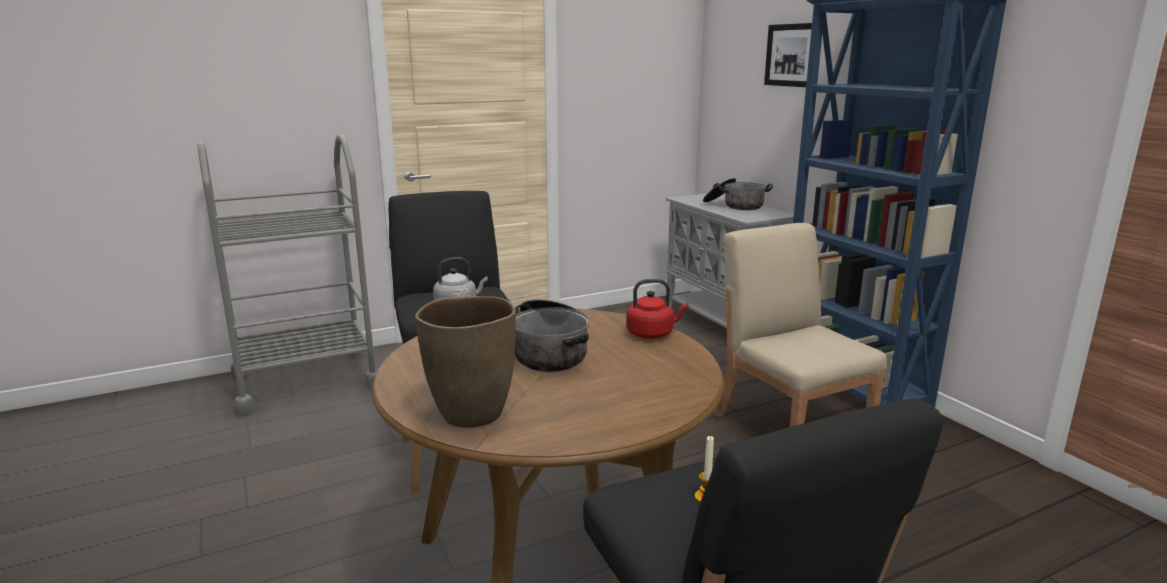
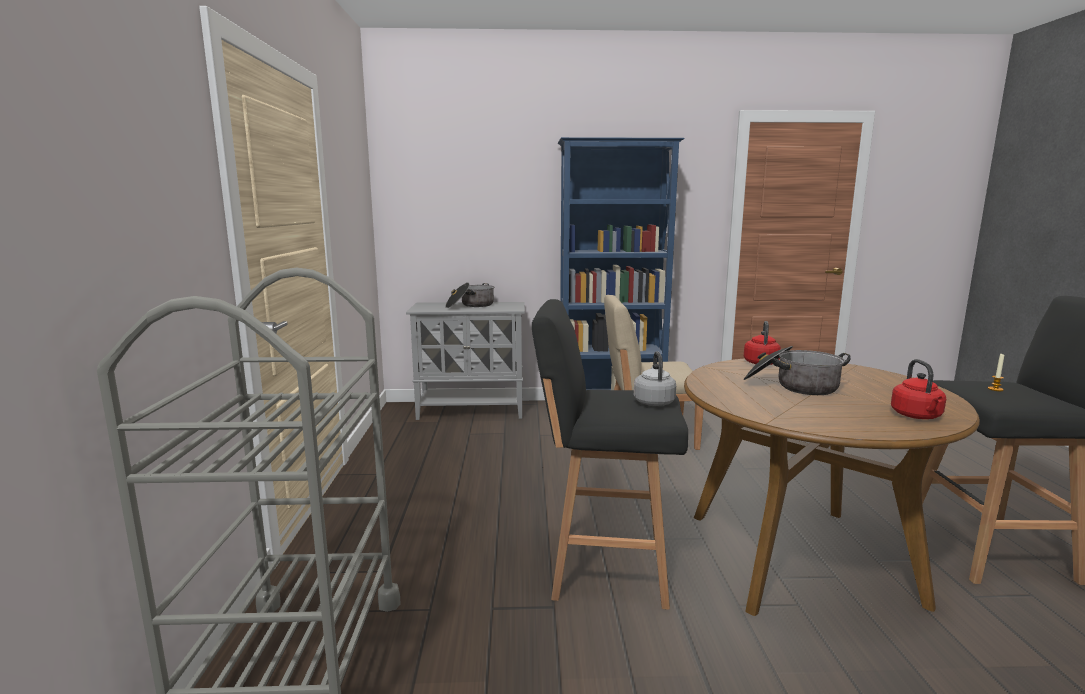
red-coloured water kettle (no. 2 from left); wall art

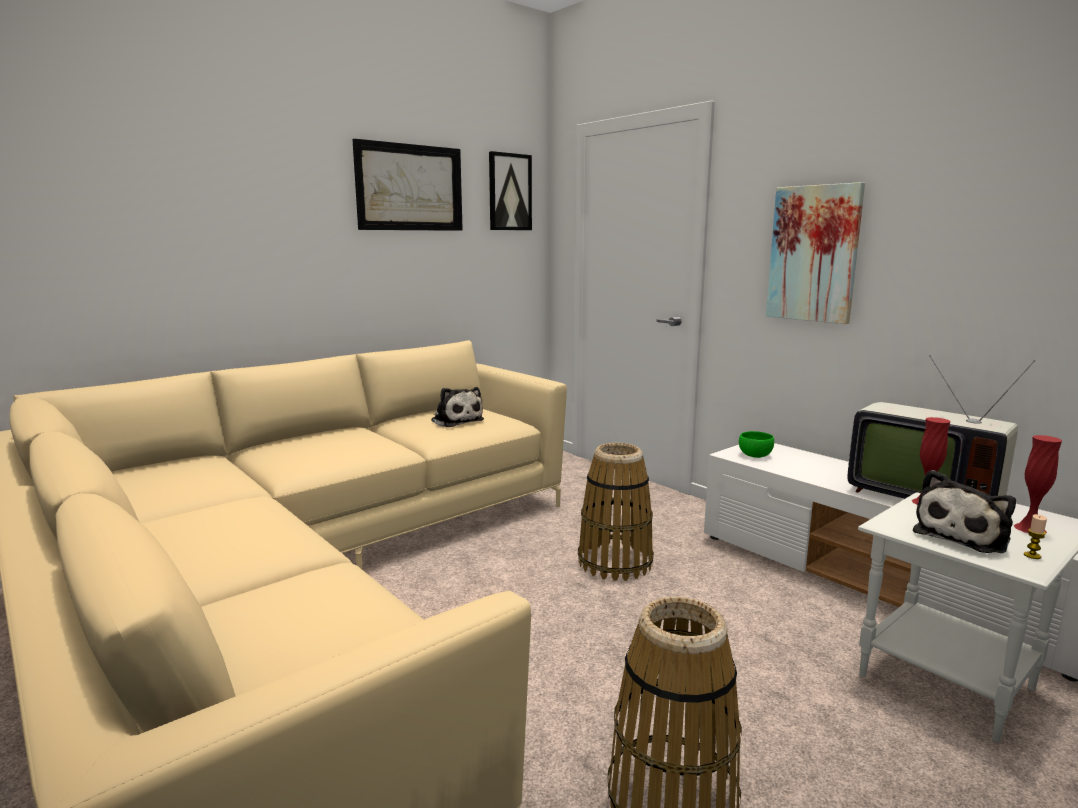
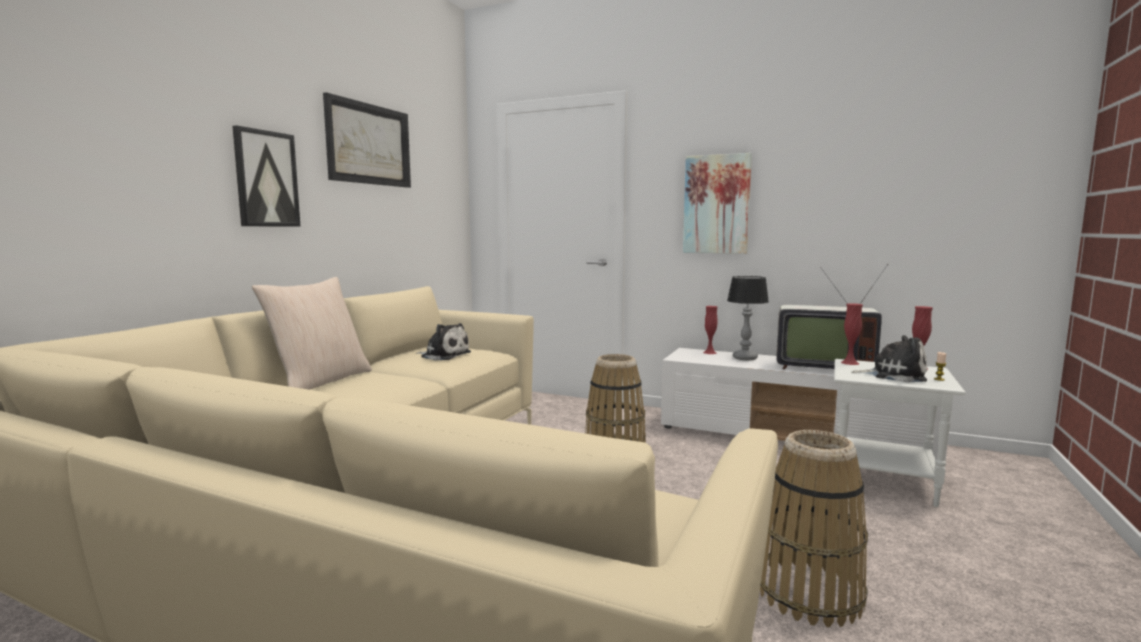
wall art (no. 1 from left); sand-coloured pillow; red-coloured decorative vase (no. 1 from left); lamp for a table; cuddly toy (no. 2 from left); green-coloured serving bowl

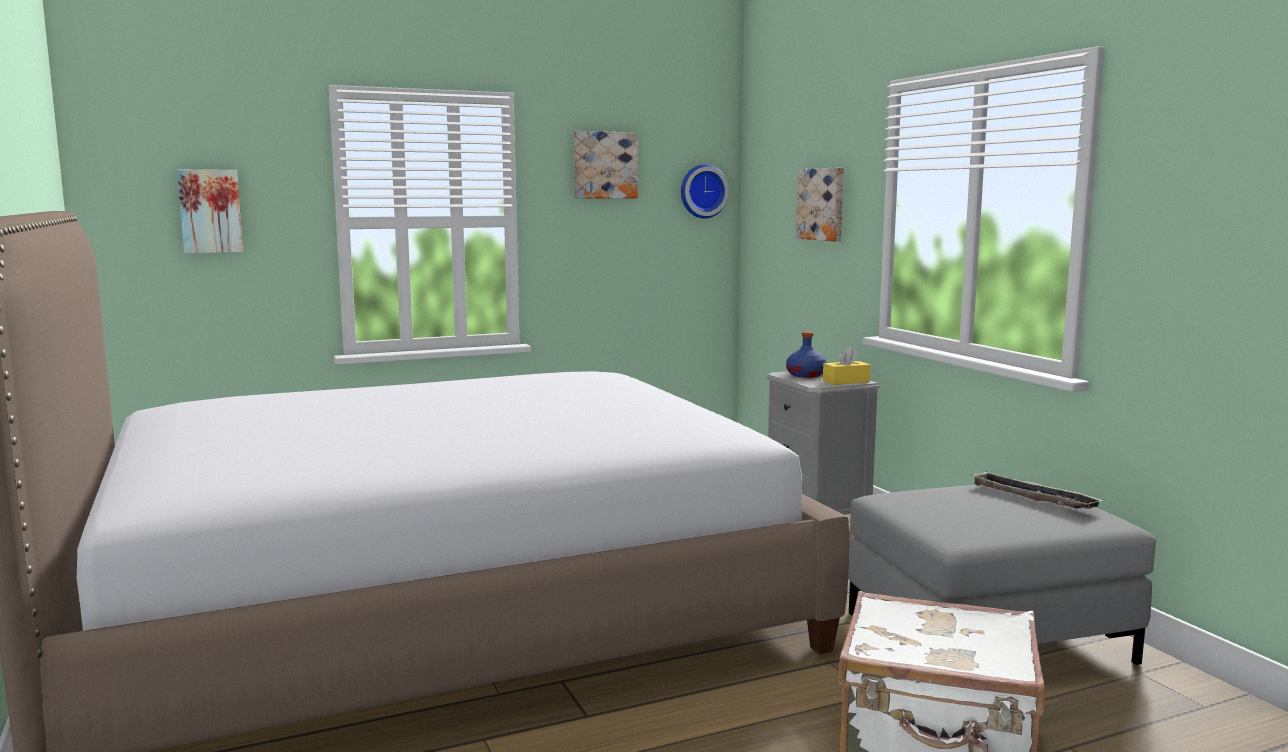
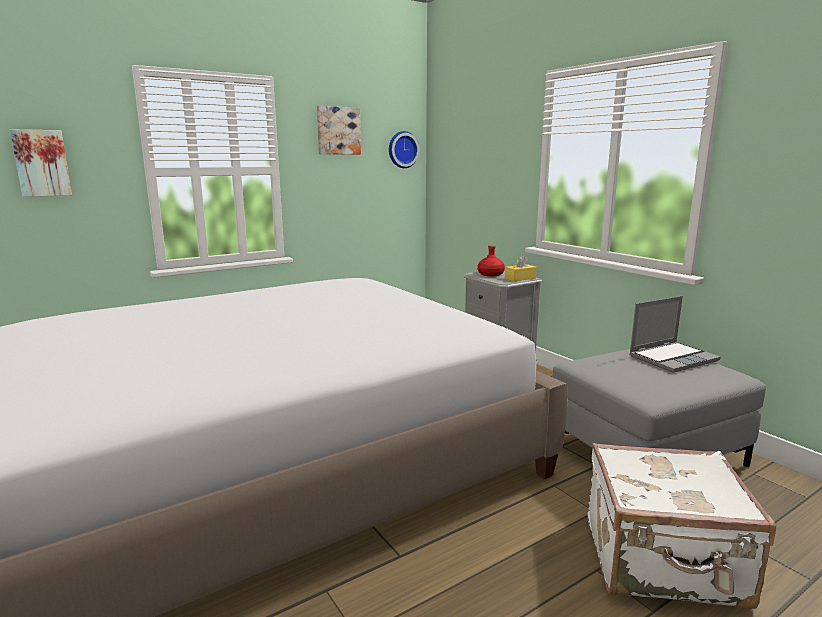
red-coloured beverage bottle; portable computer; wall art (no. 3 from left in the first image)

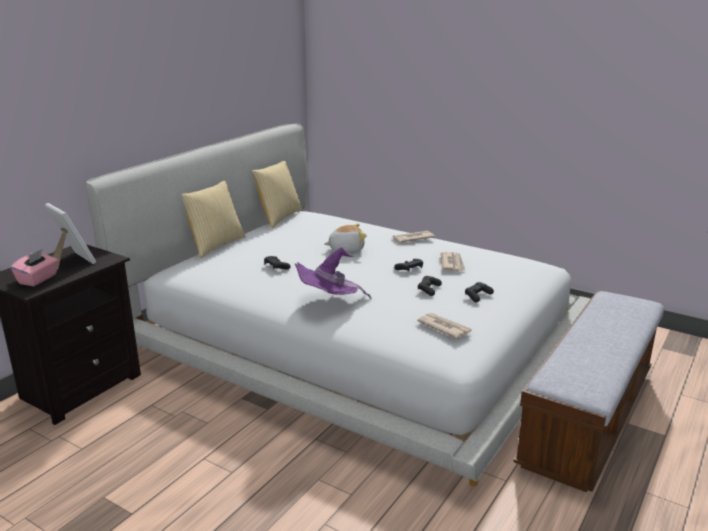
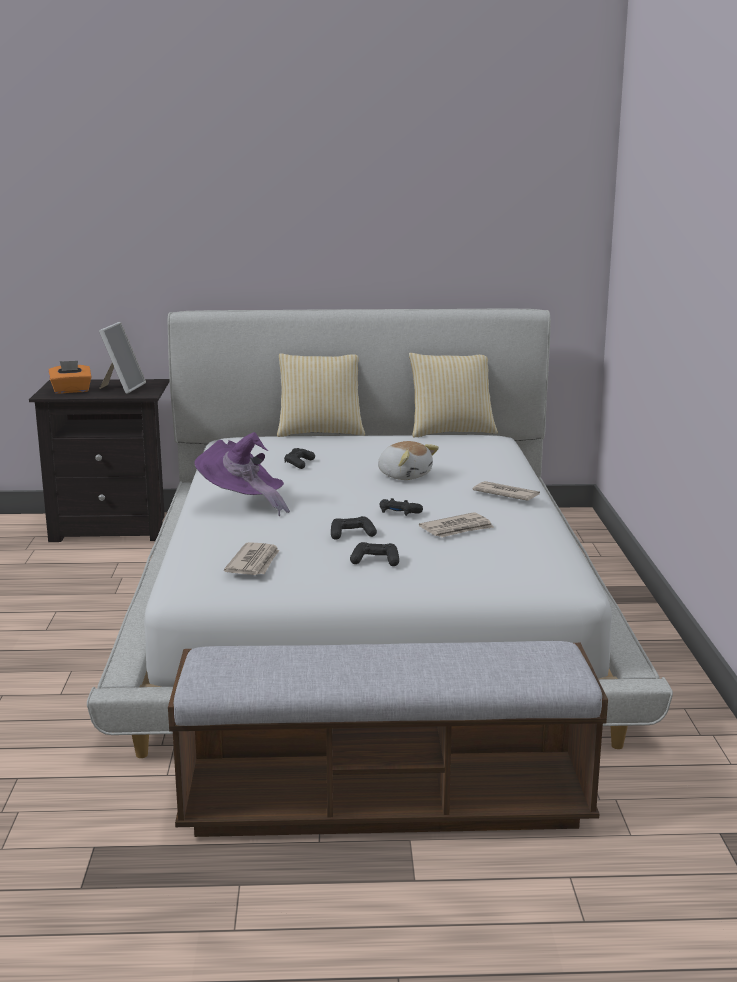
orange box of tissues

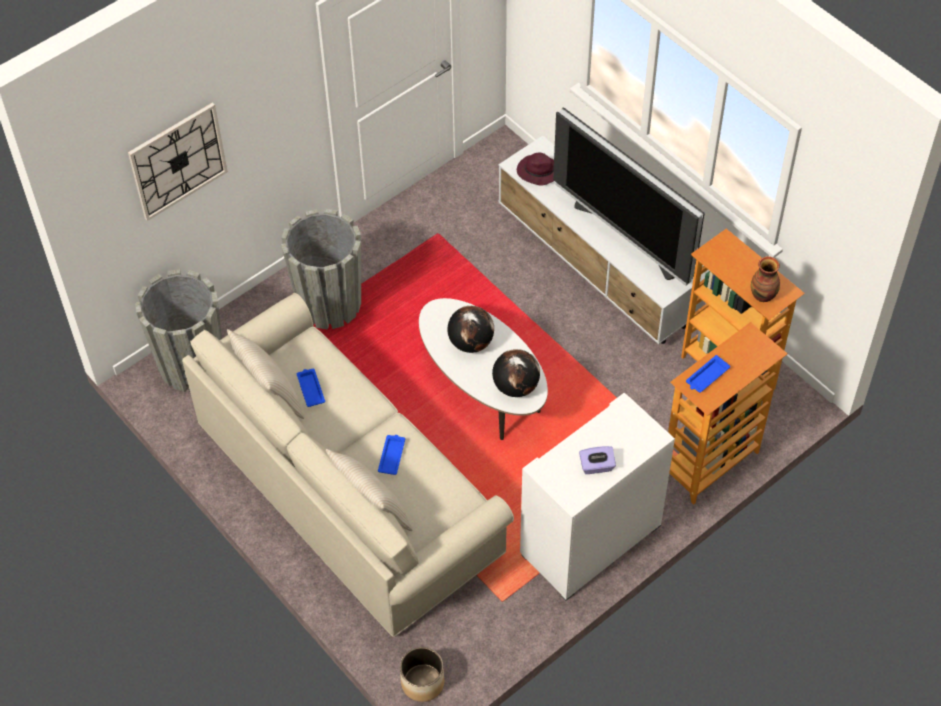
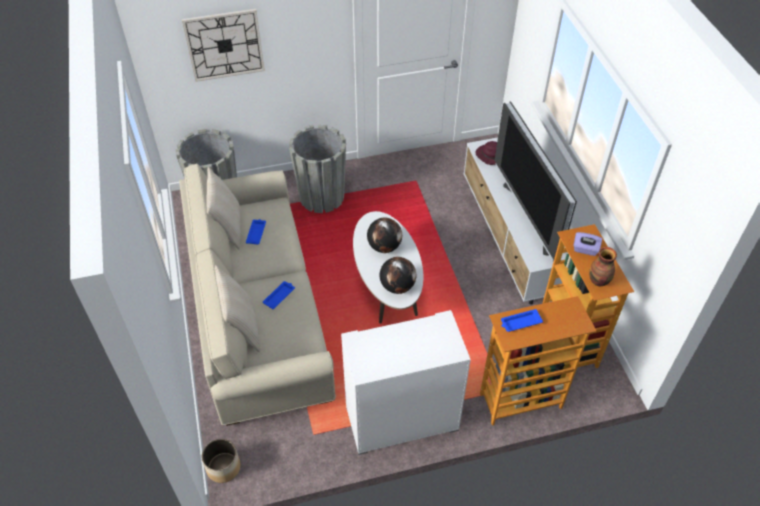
purple box of tissues

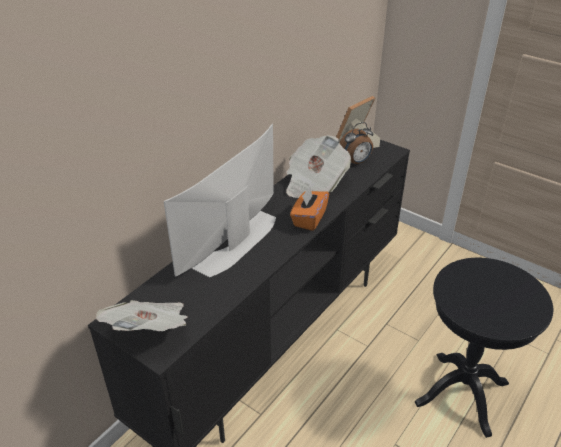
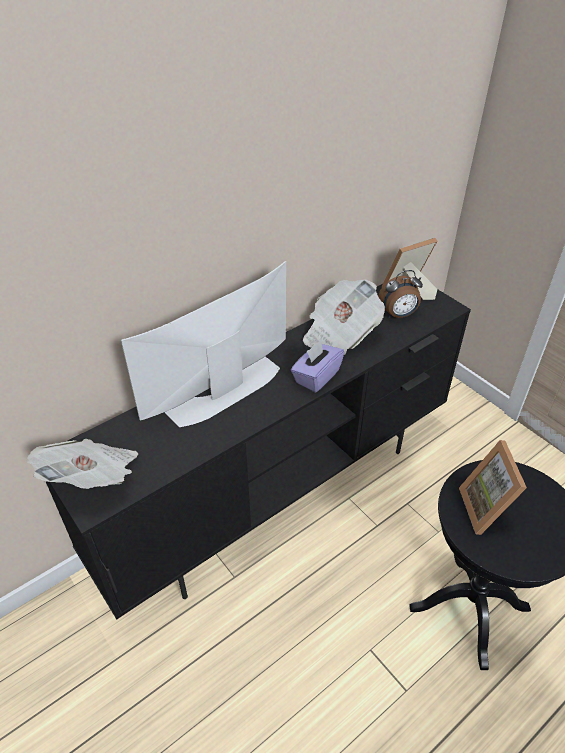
purple box of tissues; standing frame (no. 2 from left)

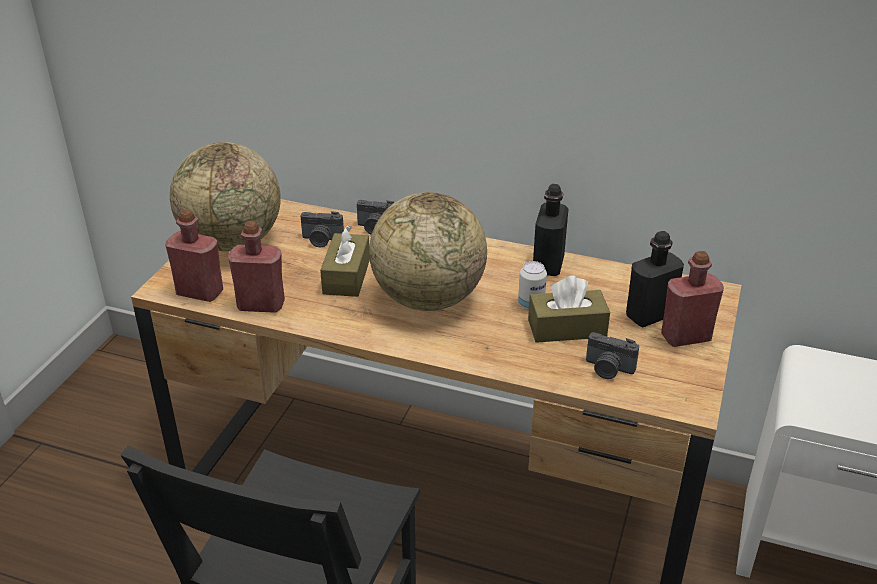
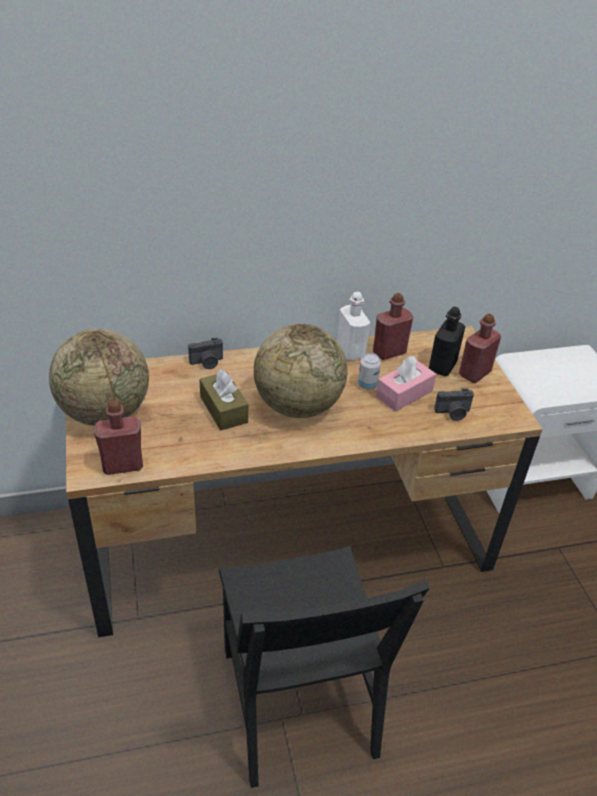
white beverage bottle; red-coloured beverage bottle (no. 2 from left); pink-coloured box of tissues; still camera (no. 1 from left in the first image)

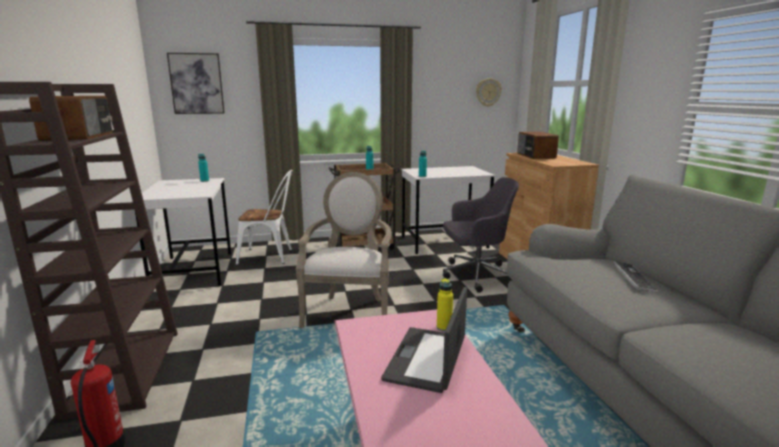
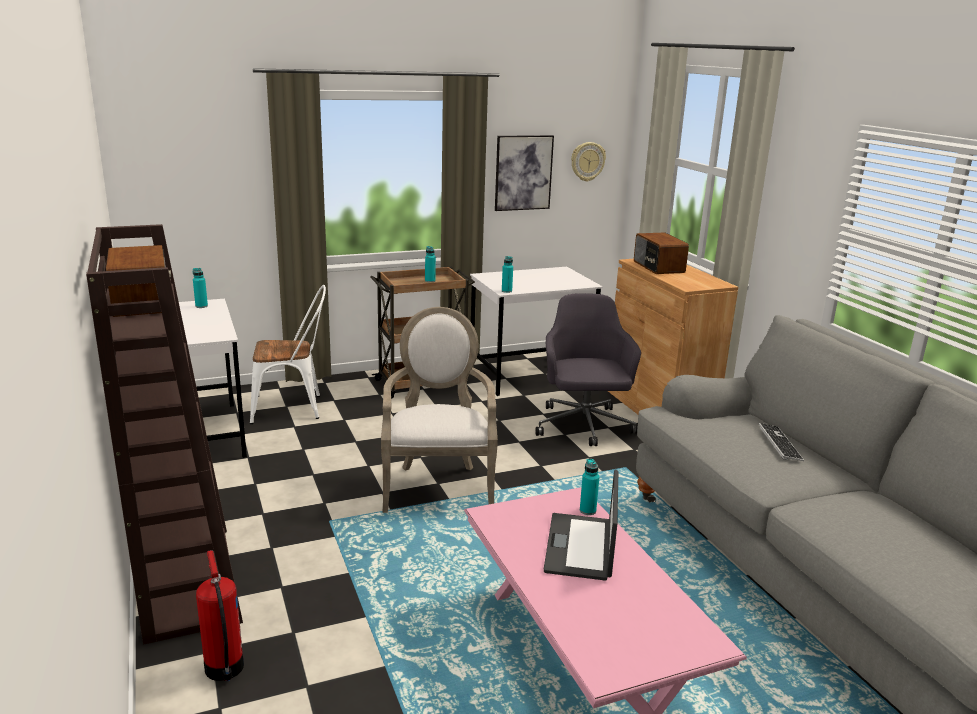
wall art; grey computer chair; turquoise beverage bottle (no. 4 from left)

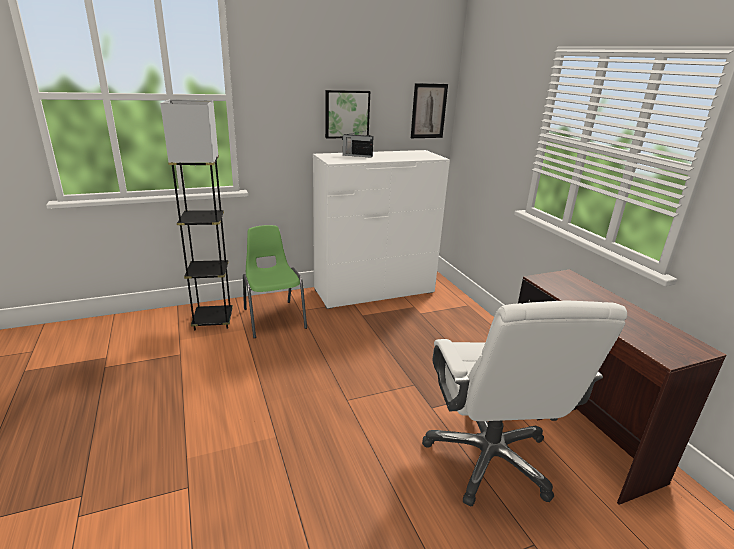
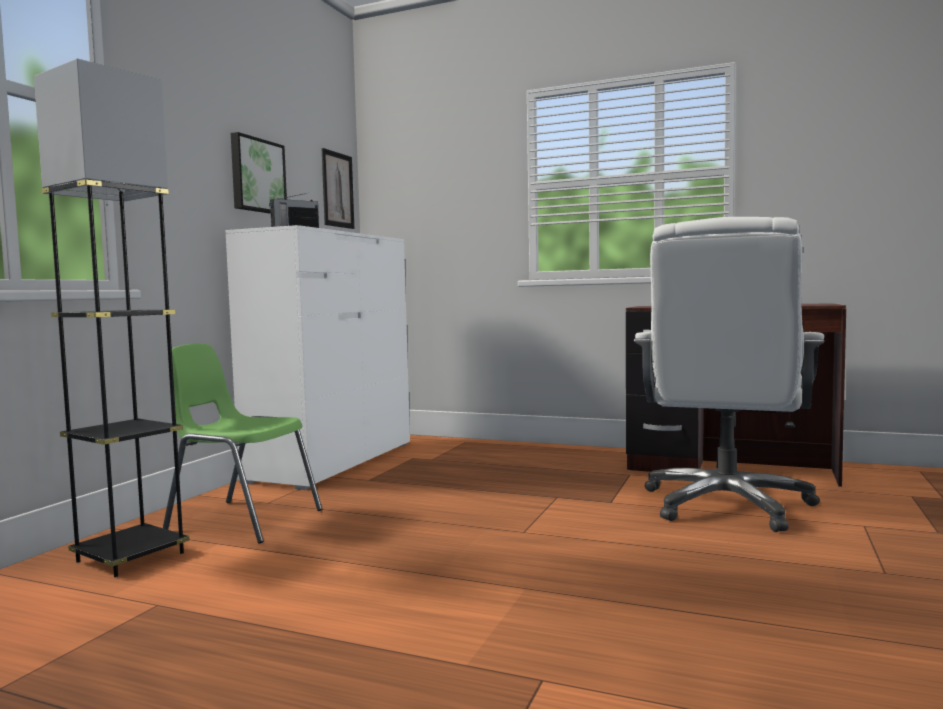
white computer chair

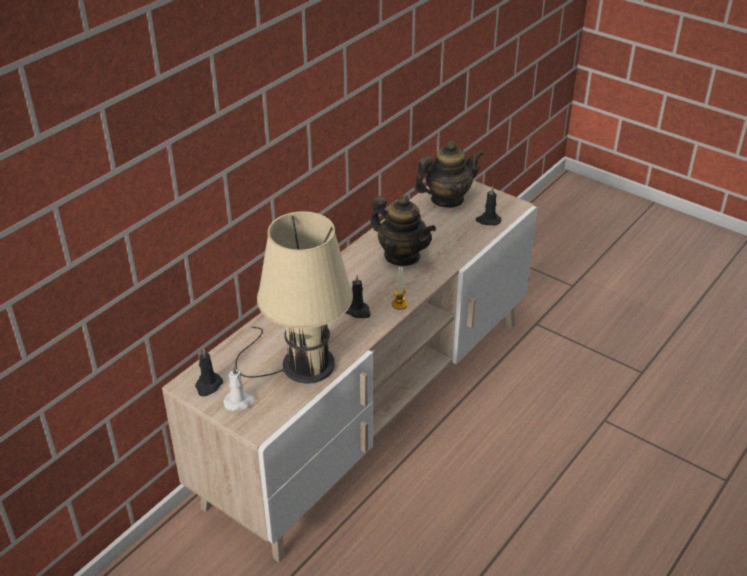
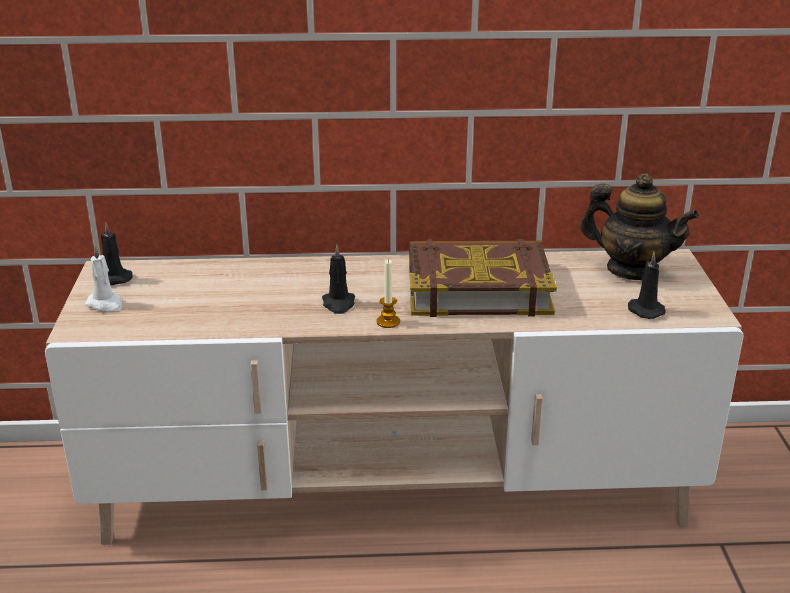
volume; sand-coloured lamp for a table

